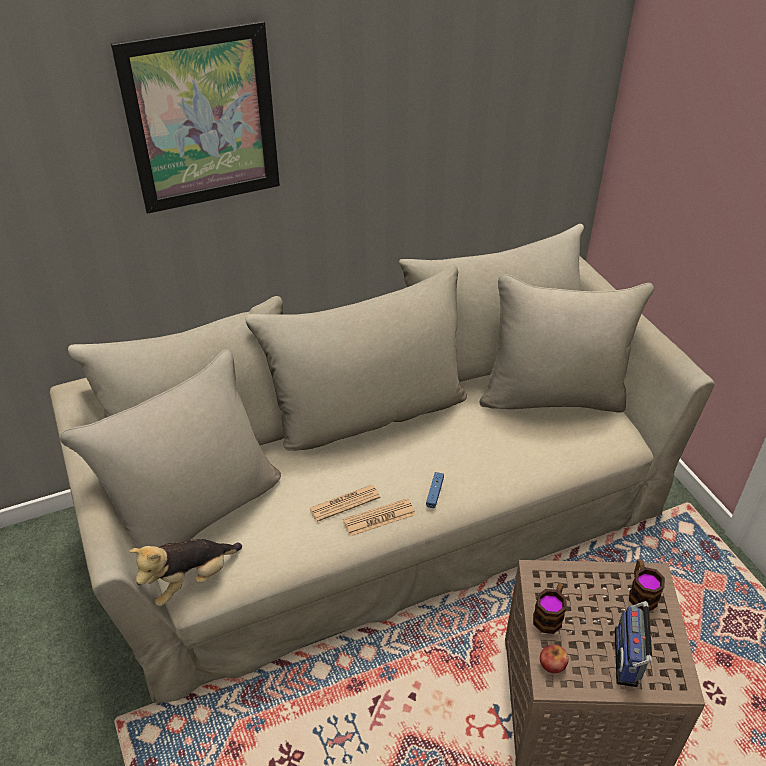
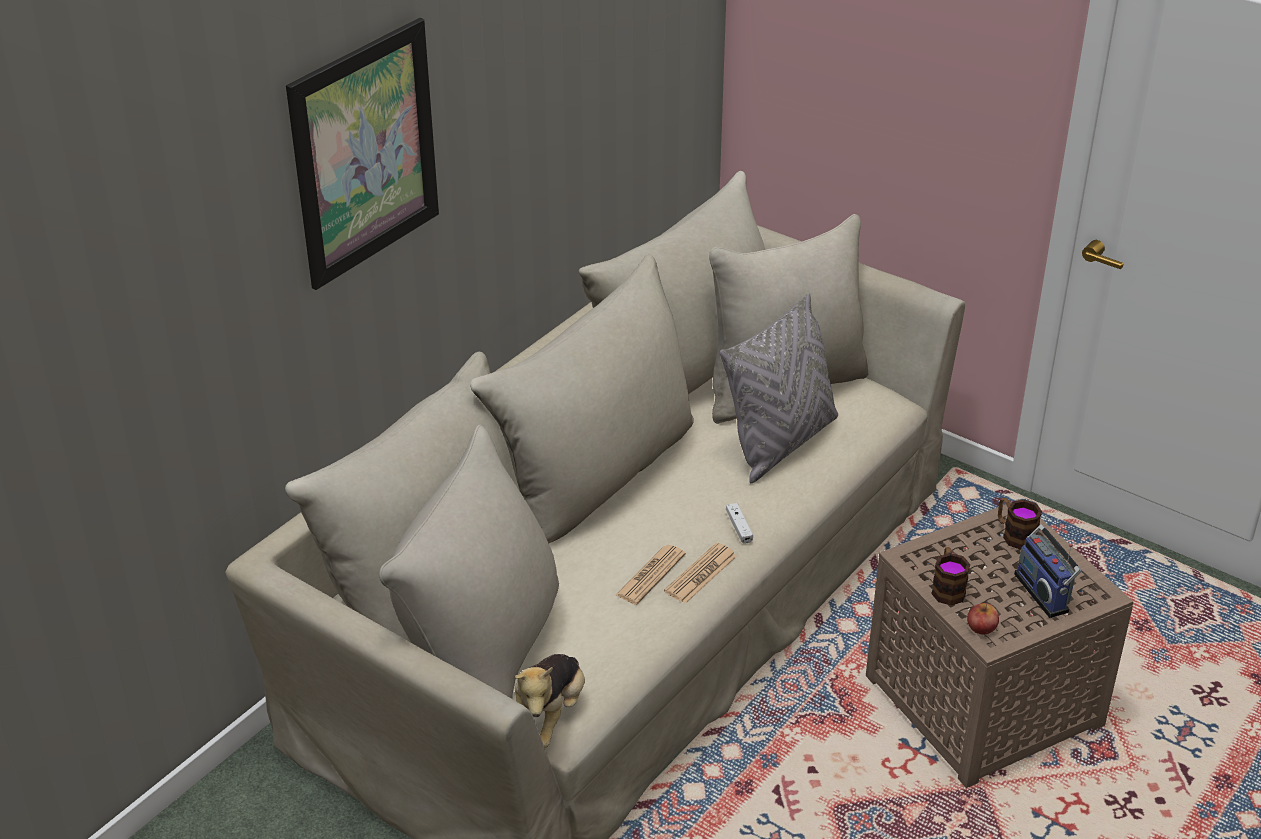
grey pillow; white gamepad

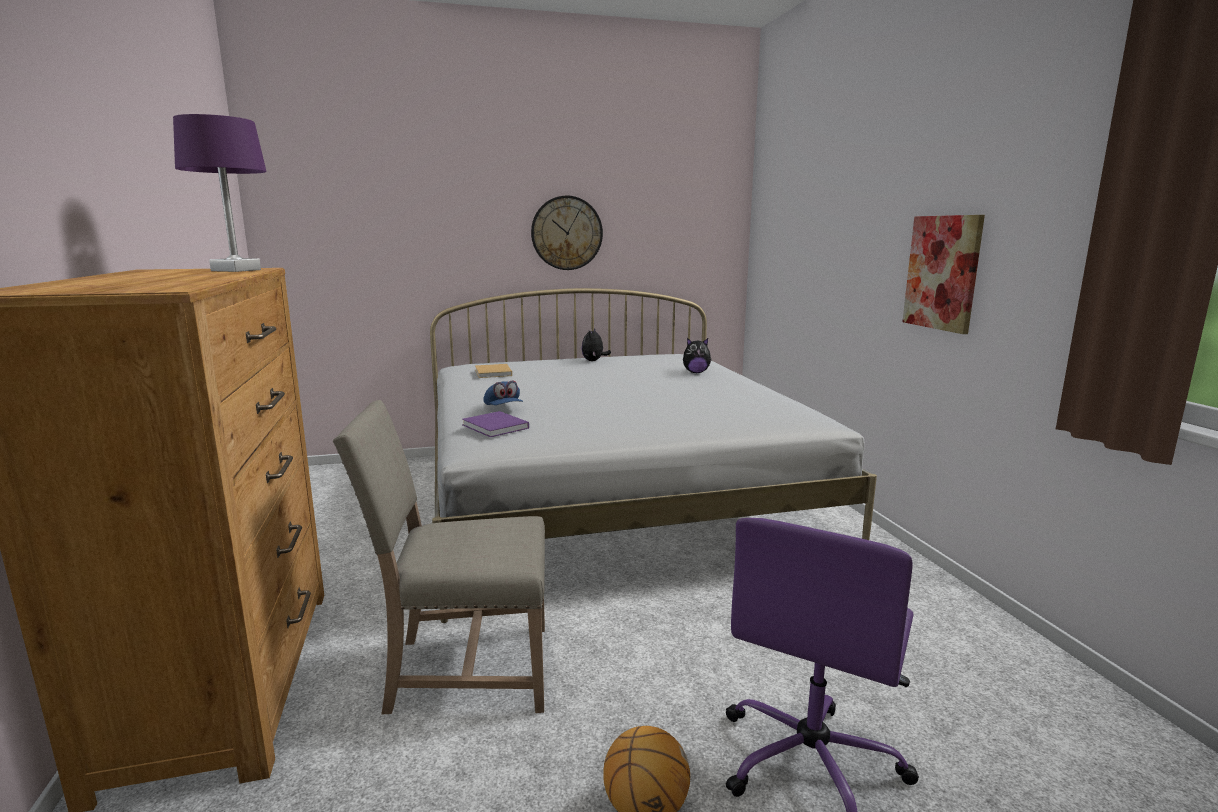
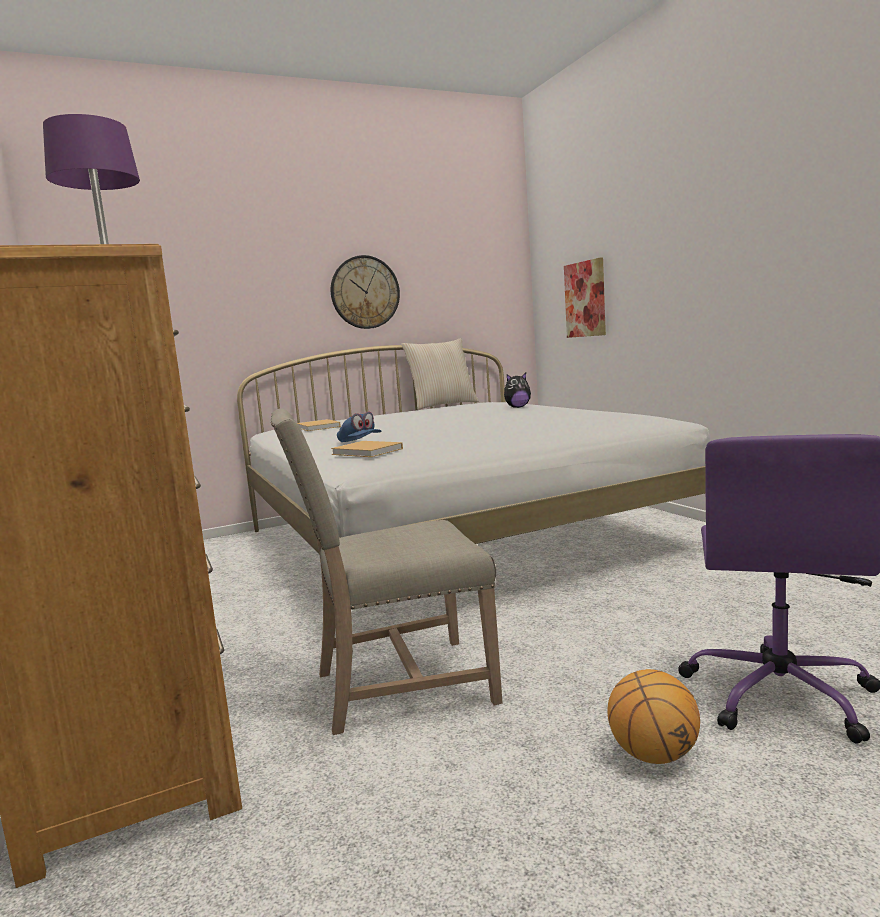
sand-coloured volume (no. 2 from left); sand-coloured pillow; wall art; cuddly toy (no. 1 from left in the first image)

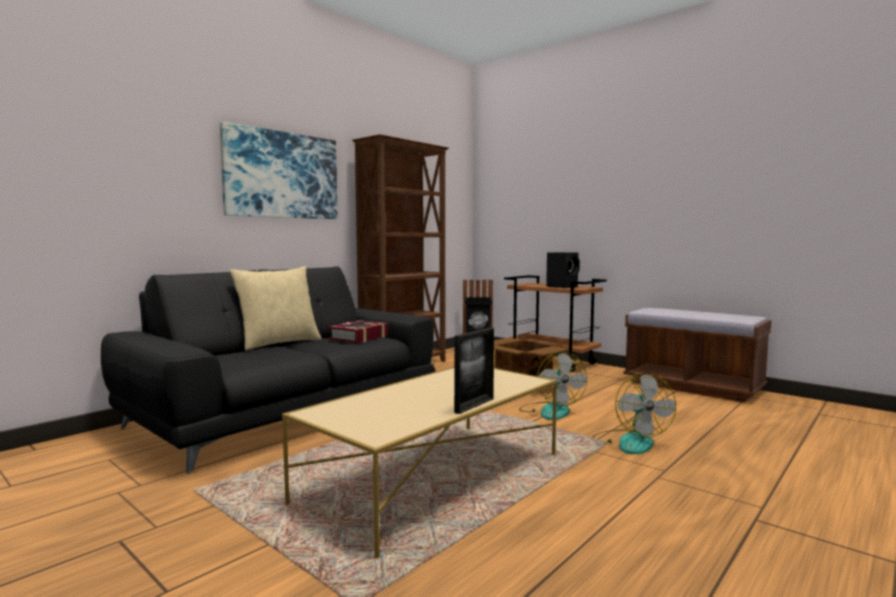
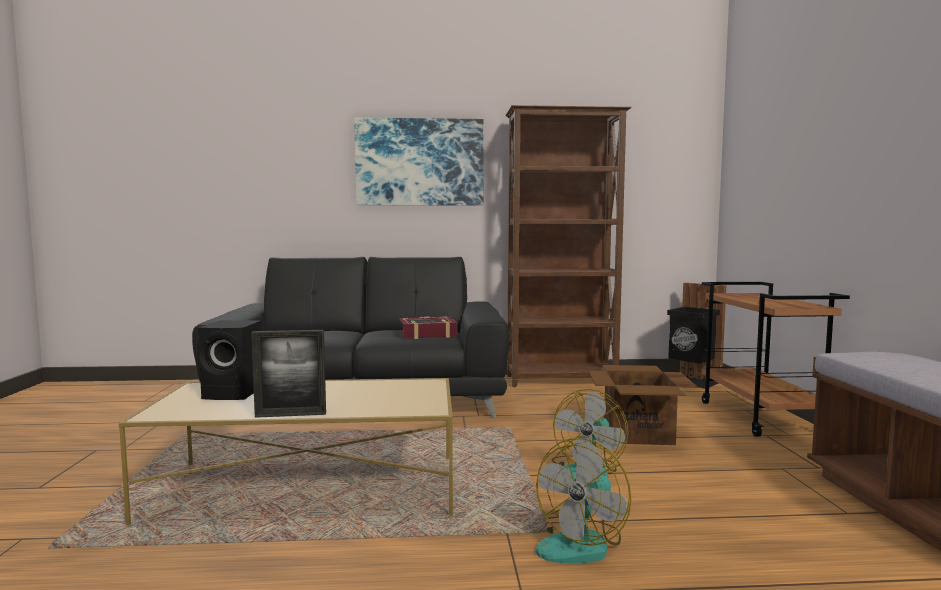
black-coloured loudspeaker; sand-coloured pillow

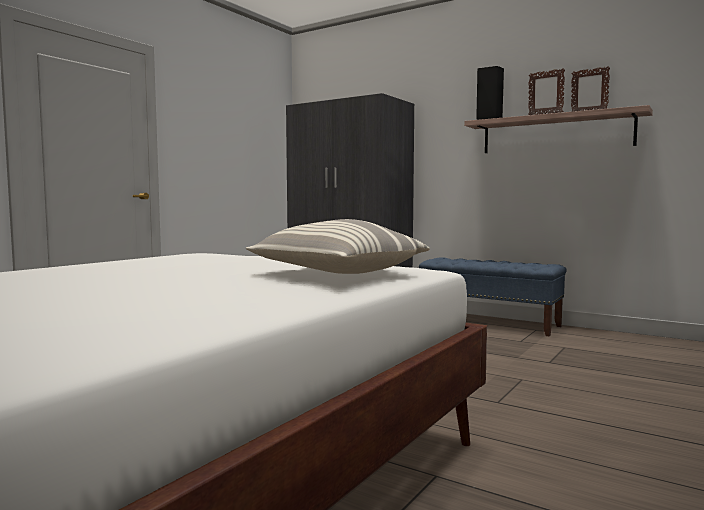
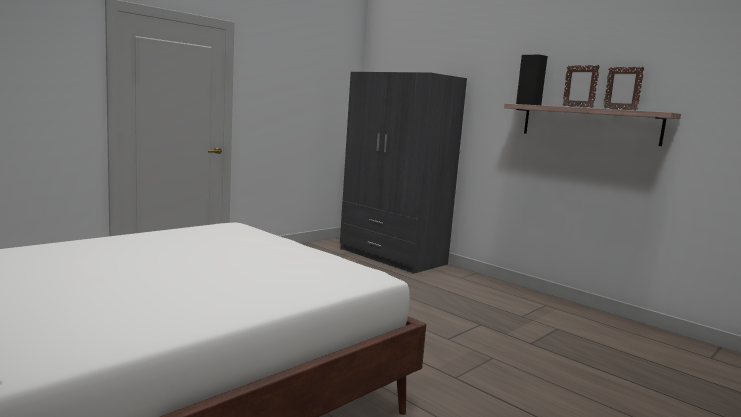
pillow; blue long seat

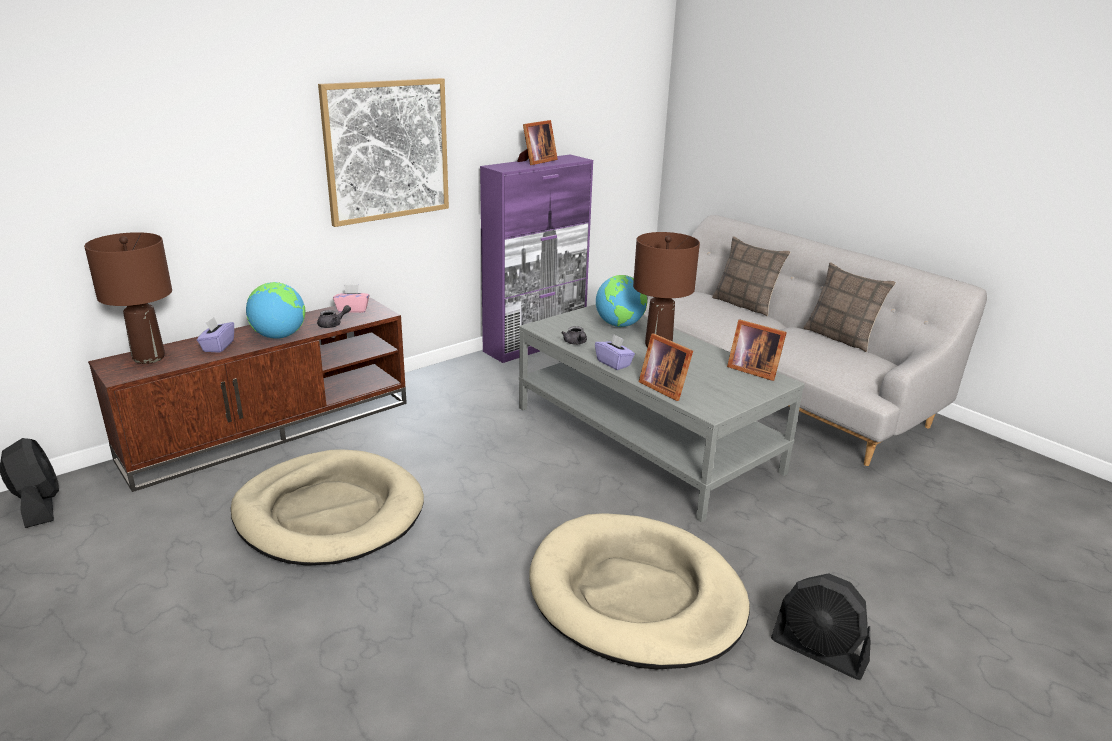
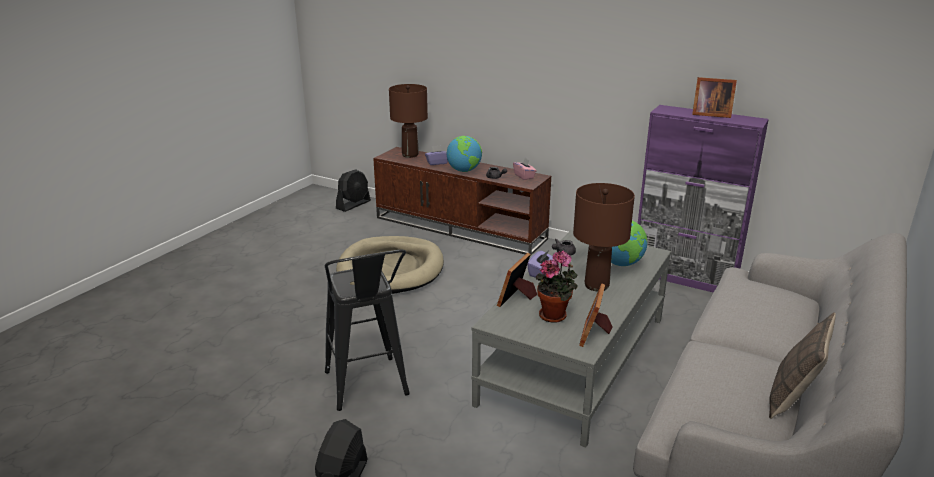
black-coloured stool; potted plant; wall art; pillow (no. 1 from left in the first image)

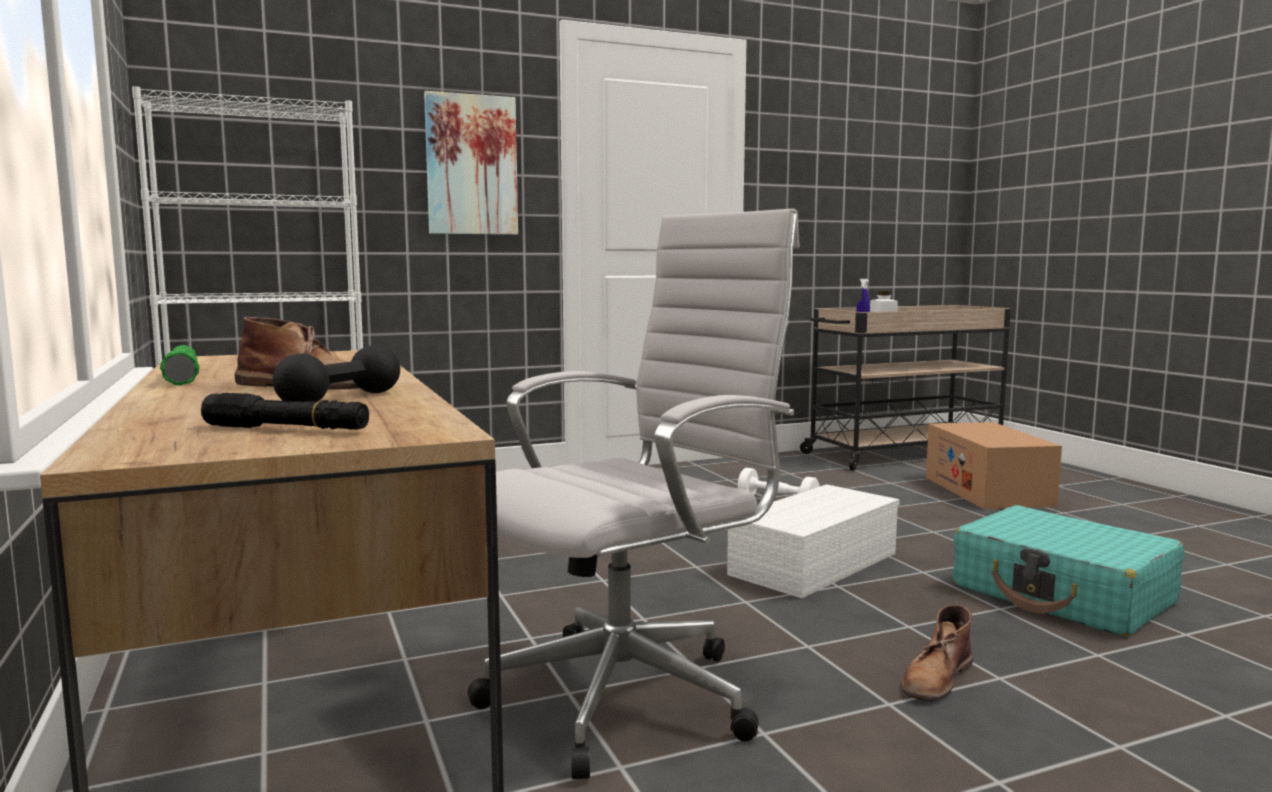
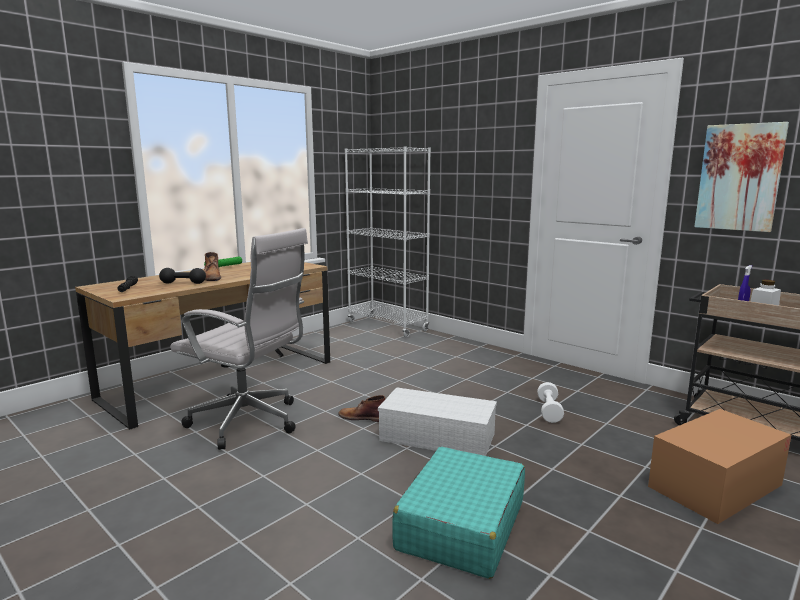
brown-coloured high-top boot (no. 2 from left); wall art

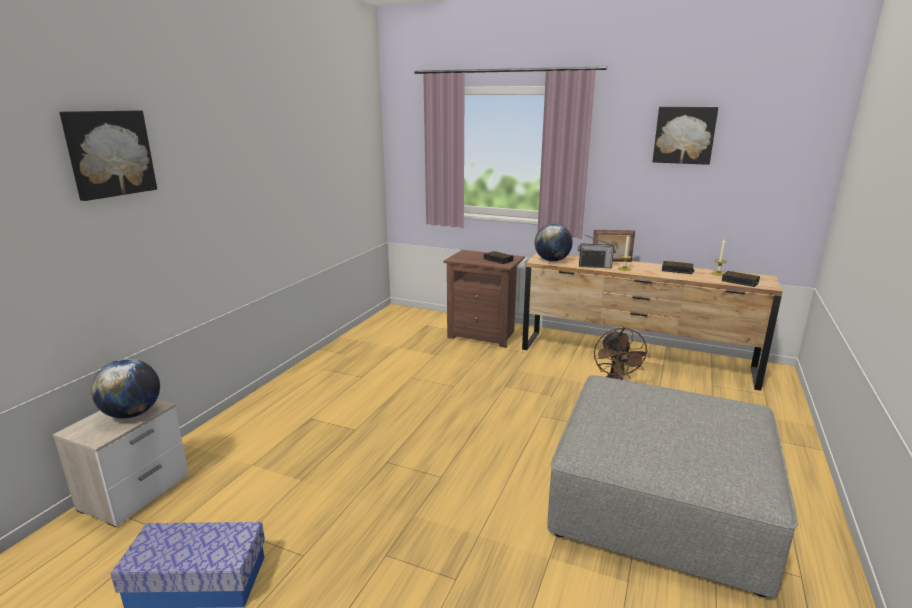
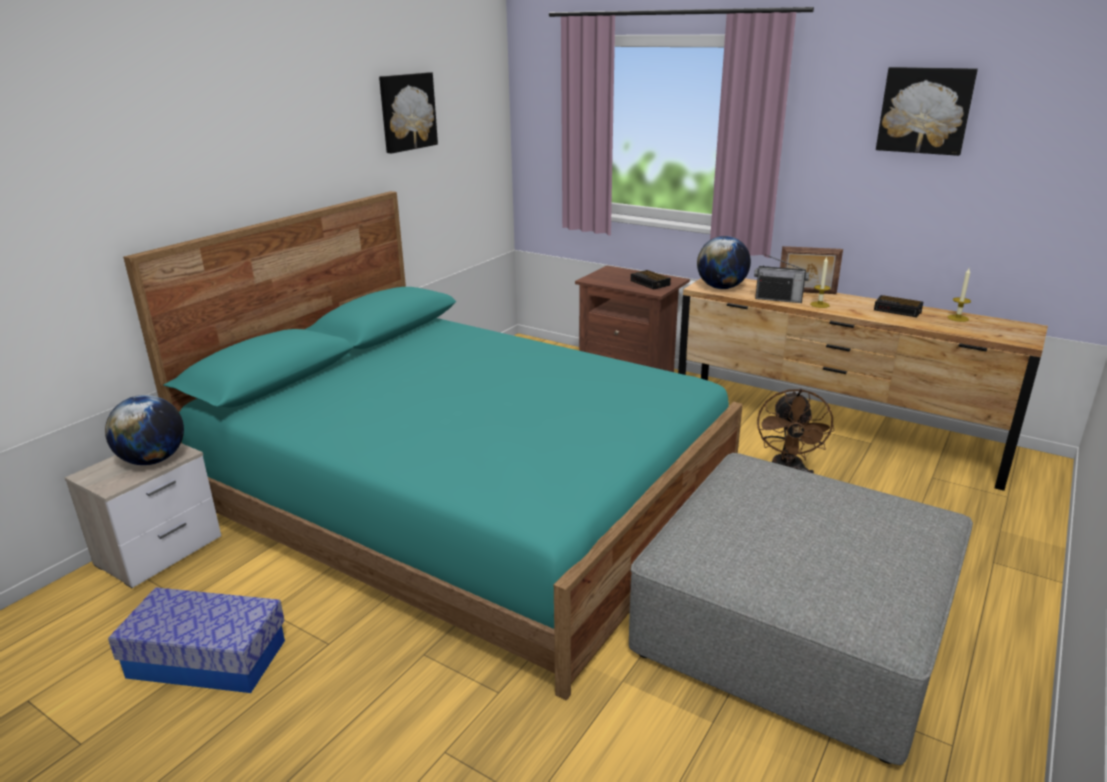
turquoise bed; wall art (no. 1 from left); alarm clock (no. 3 from left in the first image)

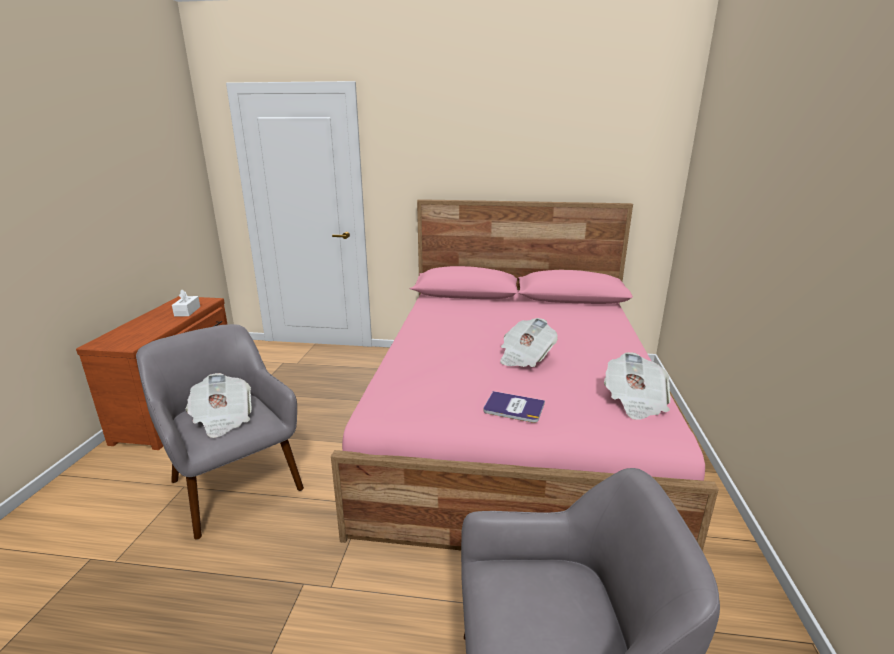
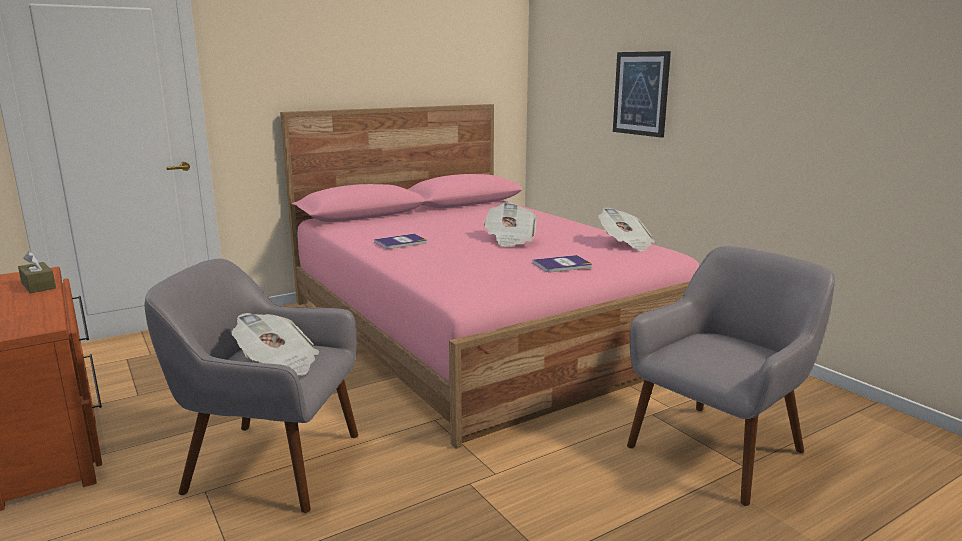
brown-coloured box of tissues; volume (no. 1 from left); wall art

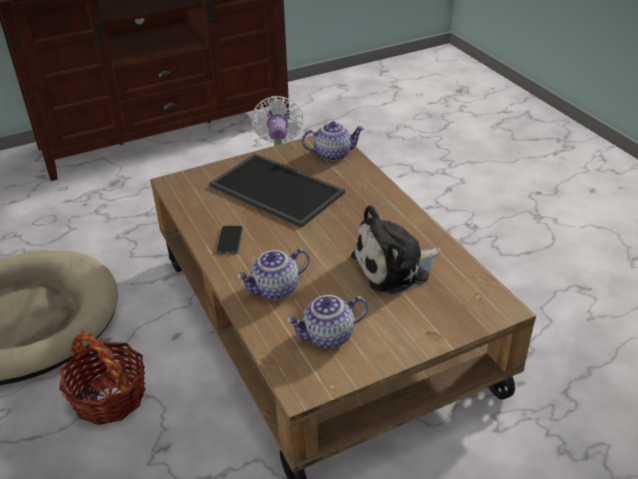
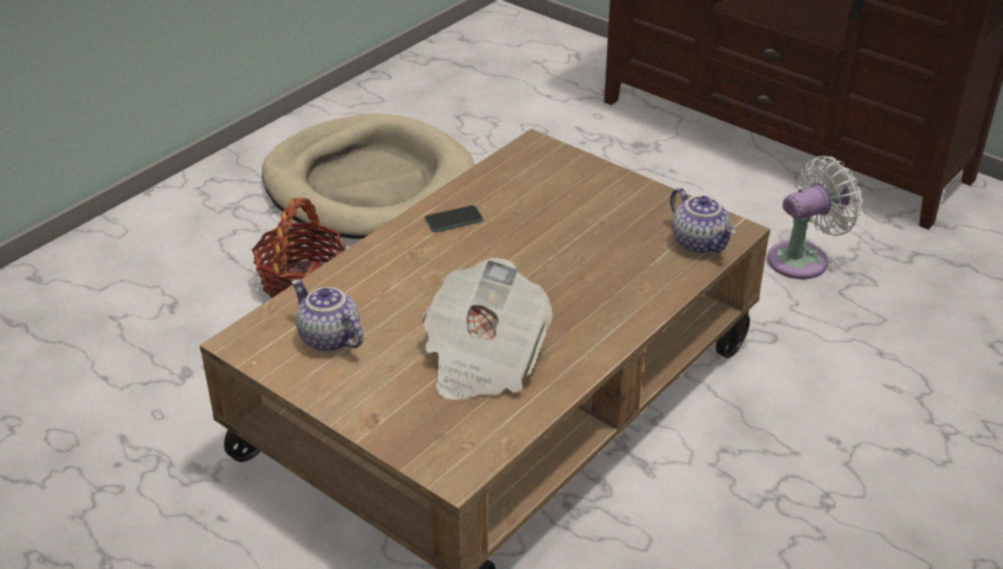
newspaper; serving tray; tea pot (no. 1 from left in the first image)

